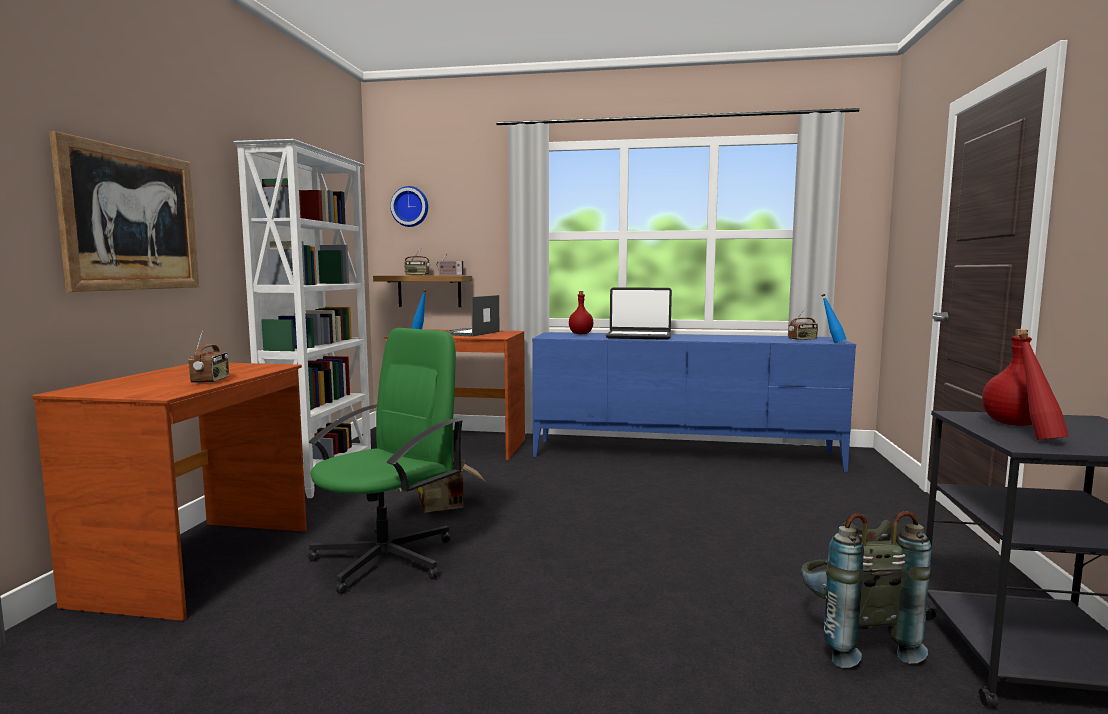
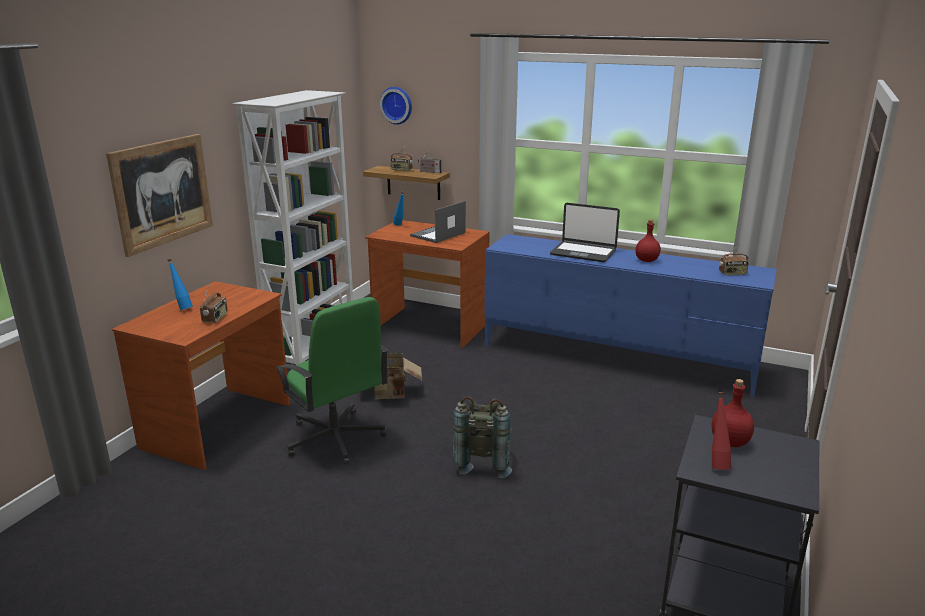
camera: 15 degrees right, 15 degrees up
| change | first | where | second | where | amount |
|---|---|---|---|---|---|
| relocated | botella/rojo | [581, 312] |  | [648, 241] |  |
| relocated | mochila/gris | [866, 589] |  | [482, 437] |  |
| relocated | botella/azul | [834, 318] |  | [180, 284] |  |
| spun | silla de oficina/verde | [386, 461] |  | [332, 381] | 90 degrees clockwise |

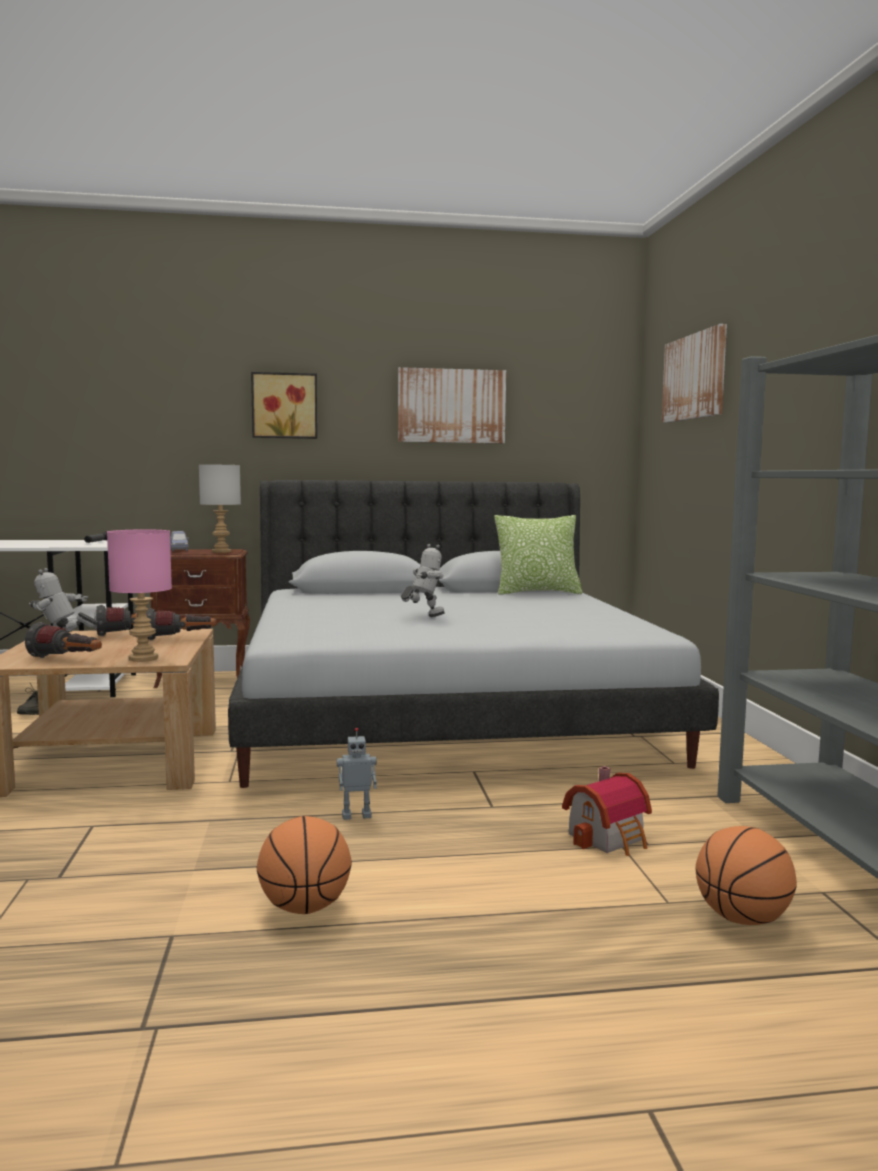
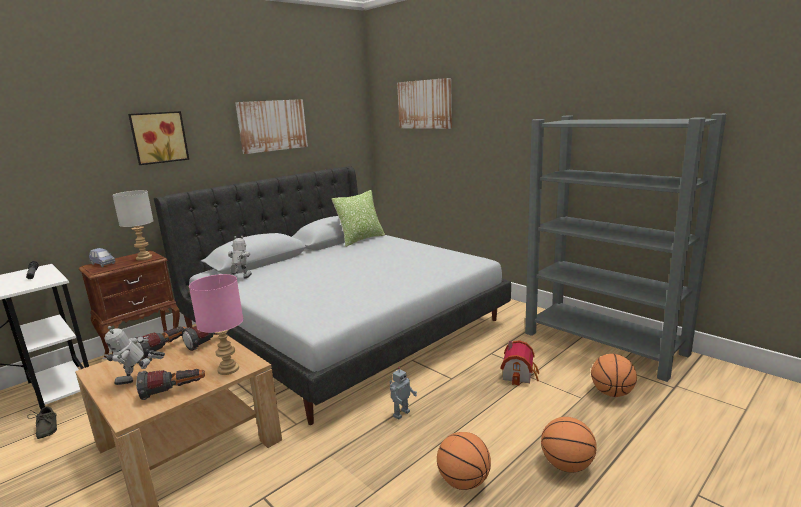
camera: 35 degrees left, 10 degrees up
| change | first | where | second | where | amount |
|---|---|---|---|---|---|
| appeared |  |  | balón de baloncesto | [569, 444] |  |
| relocated | robot de juguete | [423, 580] |  | [240, 257] |  |

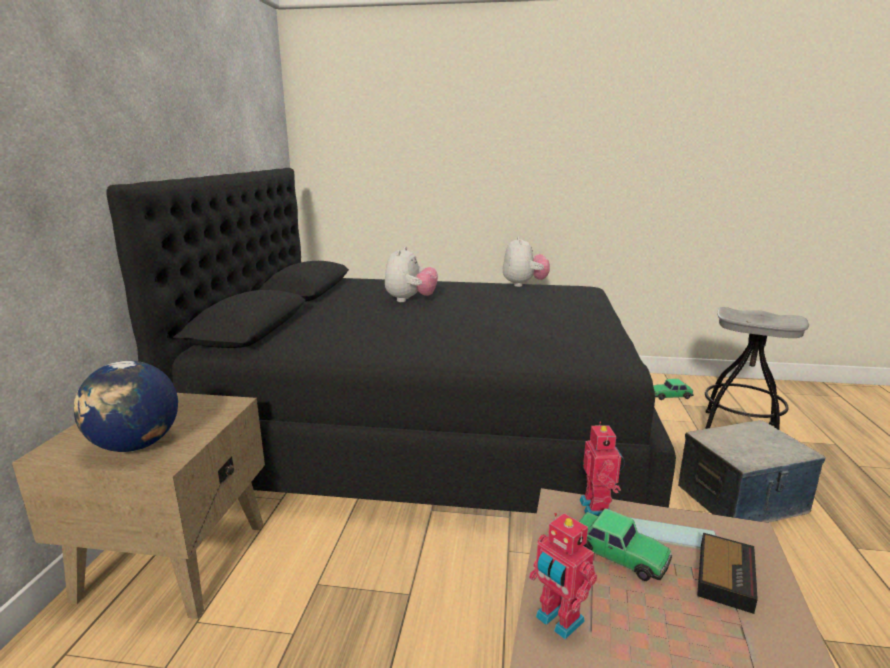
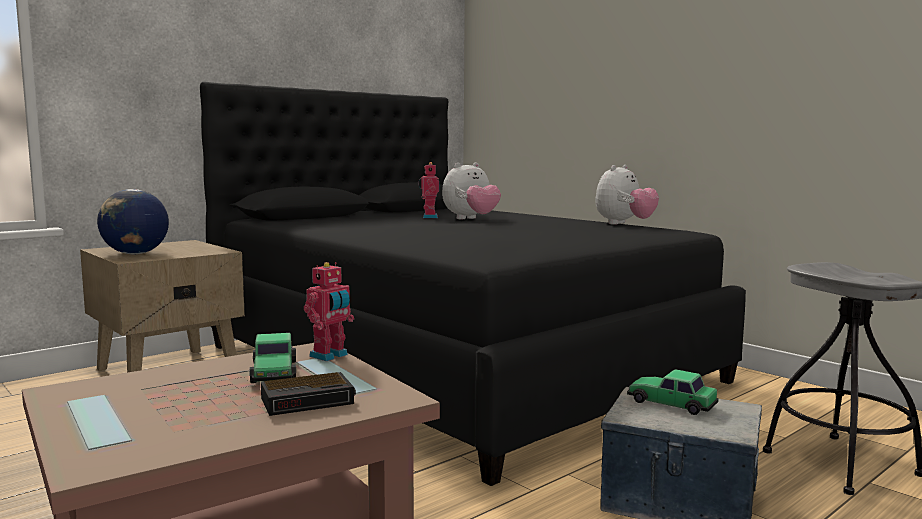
camera: 40 degrees right, 10 degrees down
| change | first | where | second | where | amount |
|---|---|---|---|---|---|
| relocated | robot de juguete | [563, 576] |  | [428, 190] |  |
| relocated | coche de juguete | [673, 389] |  | [673, 392] |  |

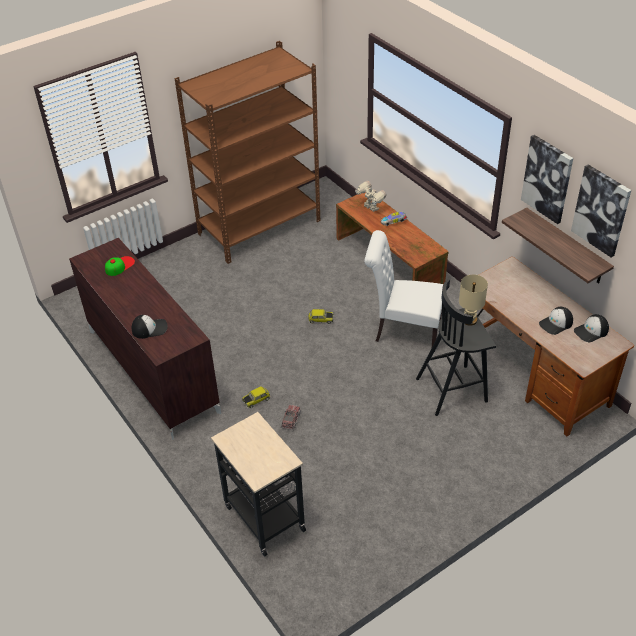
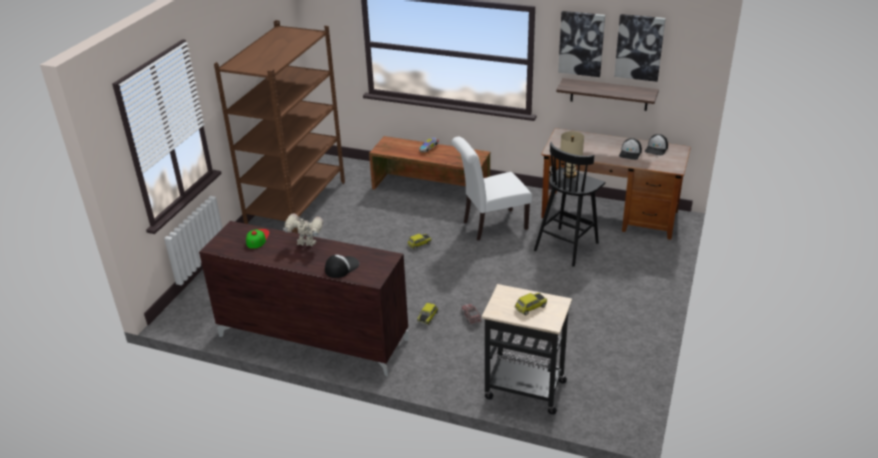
camera: 35 degrees left, 10 degrees down
| change | first | where | second | where | amount |
|---|---|---|---|---|---|
| appeared |  |  | coche de juguete | [530, 304] |  |
| relocated | robot de juguete | [371, 196] |  | [303, 229] |  |

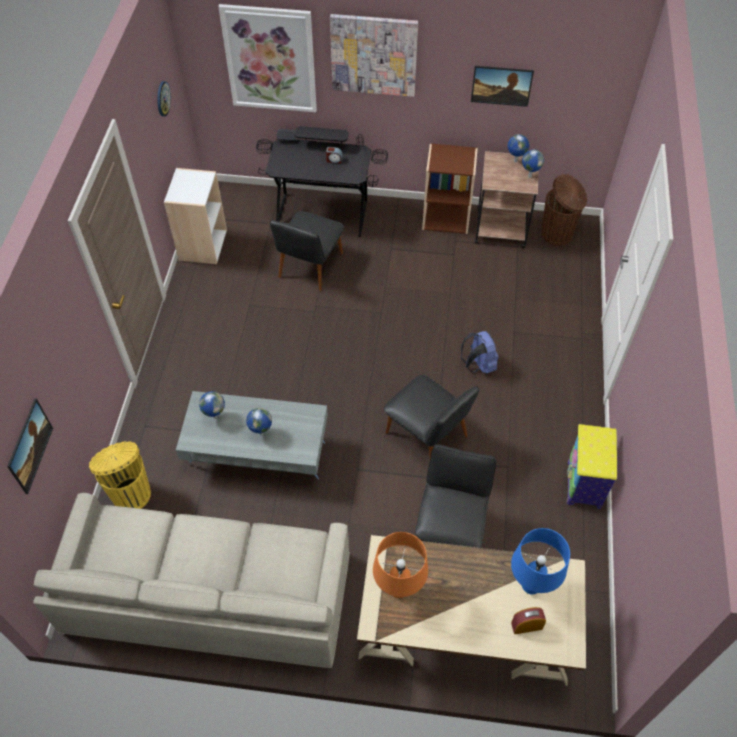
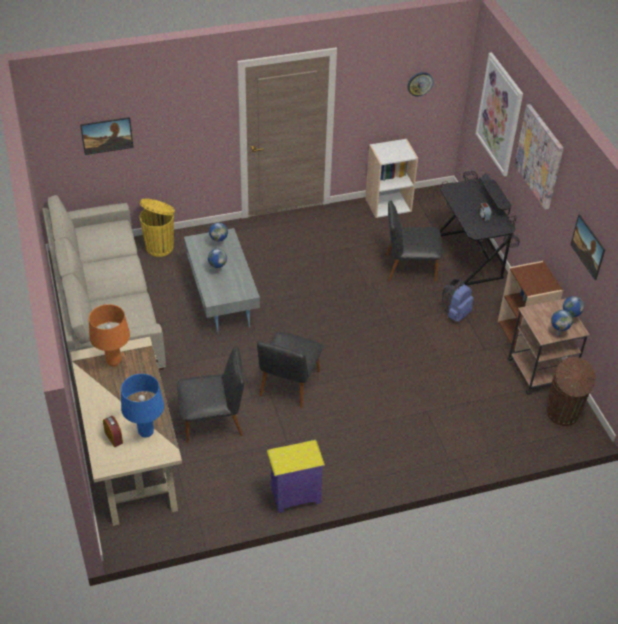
camera: 65 degrees right, 10 degrees down
| change | first | where | second | where | amount |
|---|---|---|---|---|---|
| relocated | mochila/azul | [480, 352] |  | [458, 300] |  |

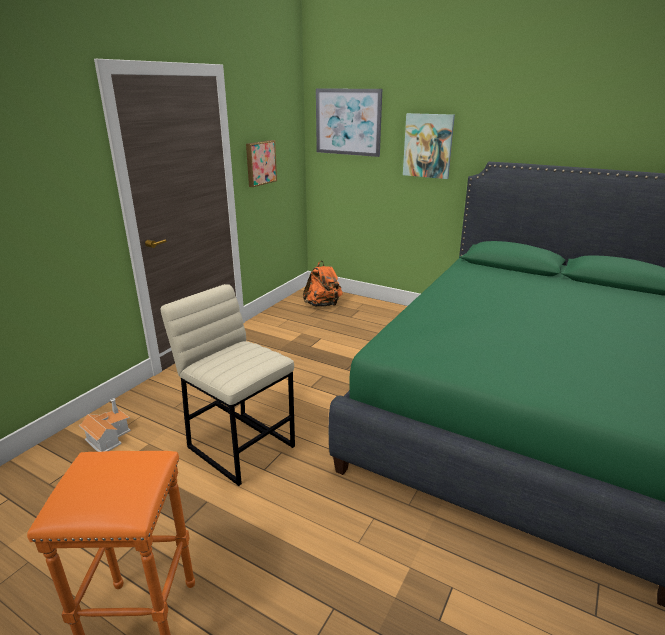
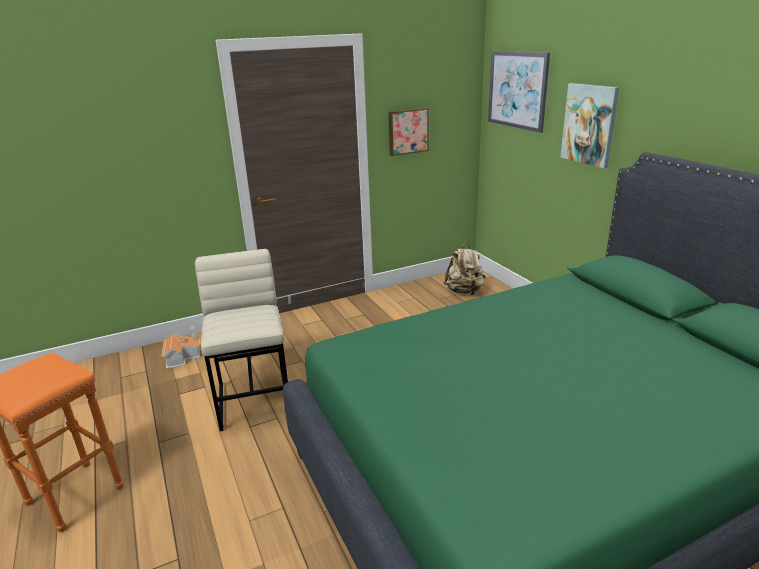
camera: 35 degrees right, 0 degrees up
| change | first | where | second | where | amount |
|---|---|---|---|---|---|
| colour | mochila/naranja | [323, 284] | mochila/beis | [464, 269] |  |

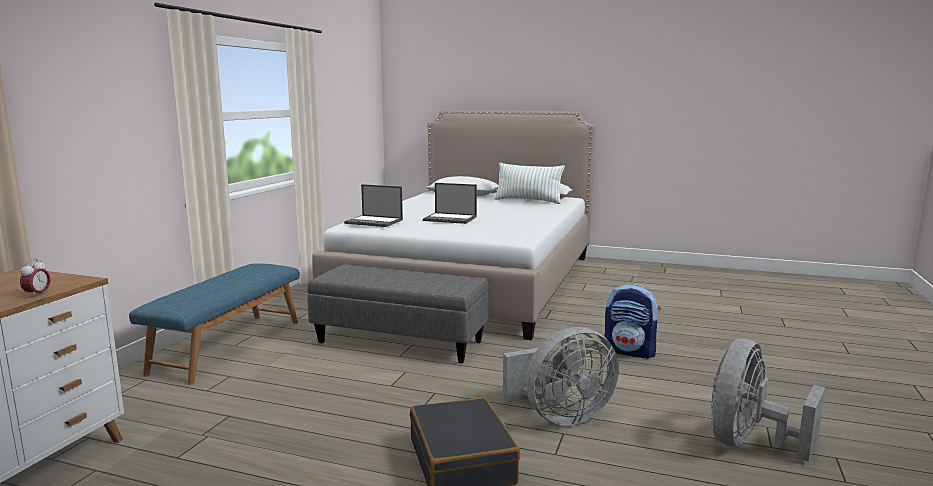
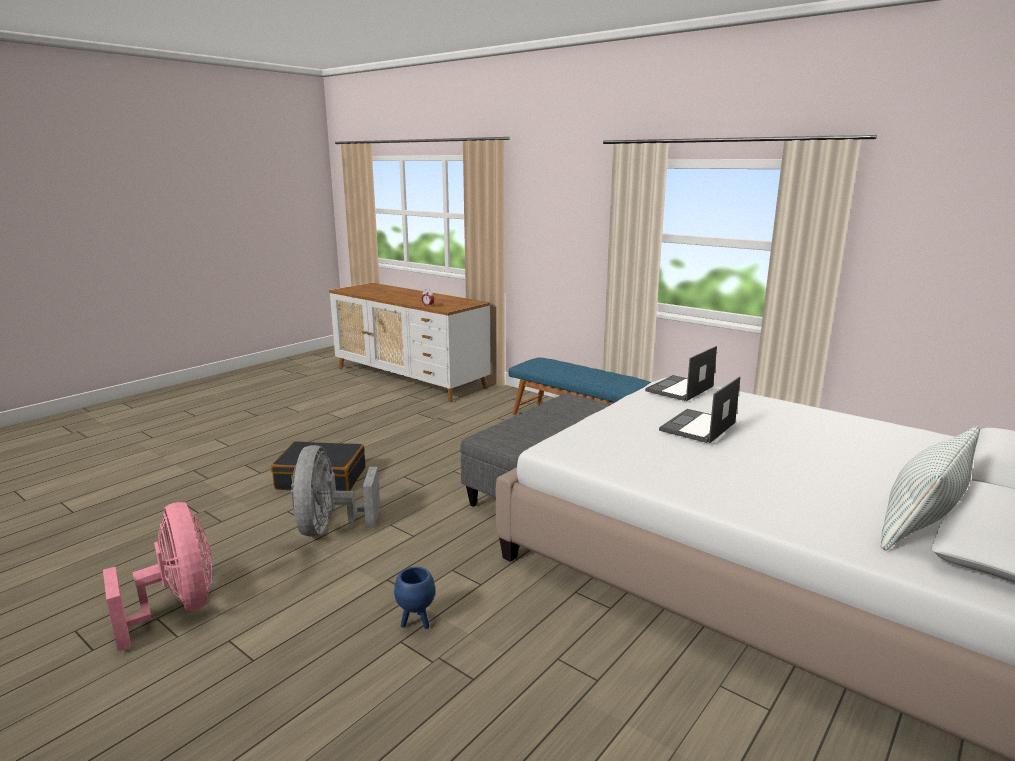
camera: 110 degrees right, 5 degrees up
| change | first | where | second | where | amount |
|---|---|---|---|---|---|
| exchanged | mochila | [632, 321] | maceta/azul | [414, 598] |  |
| colour | ventilador/gris | [767, 400] | ventilador/rosa | [157, 577] |  |

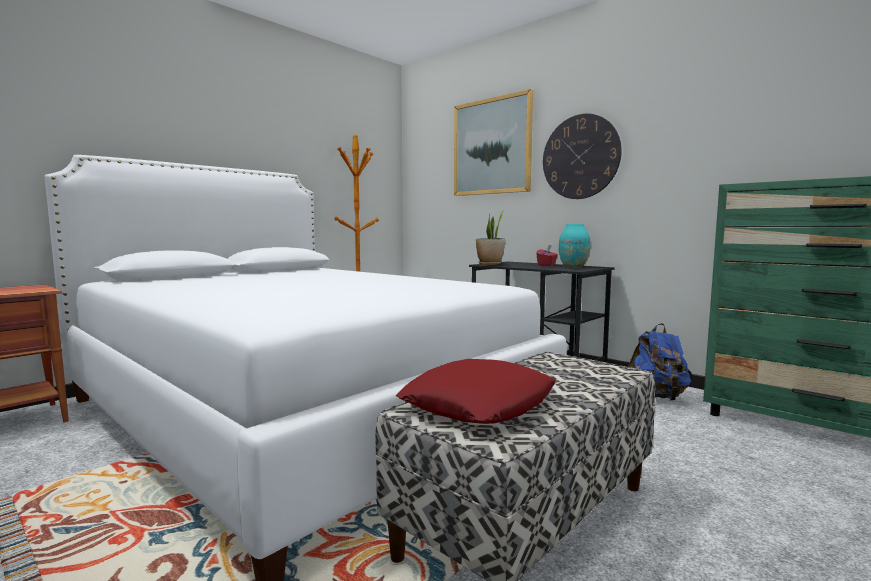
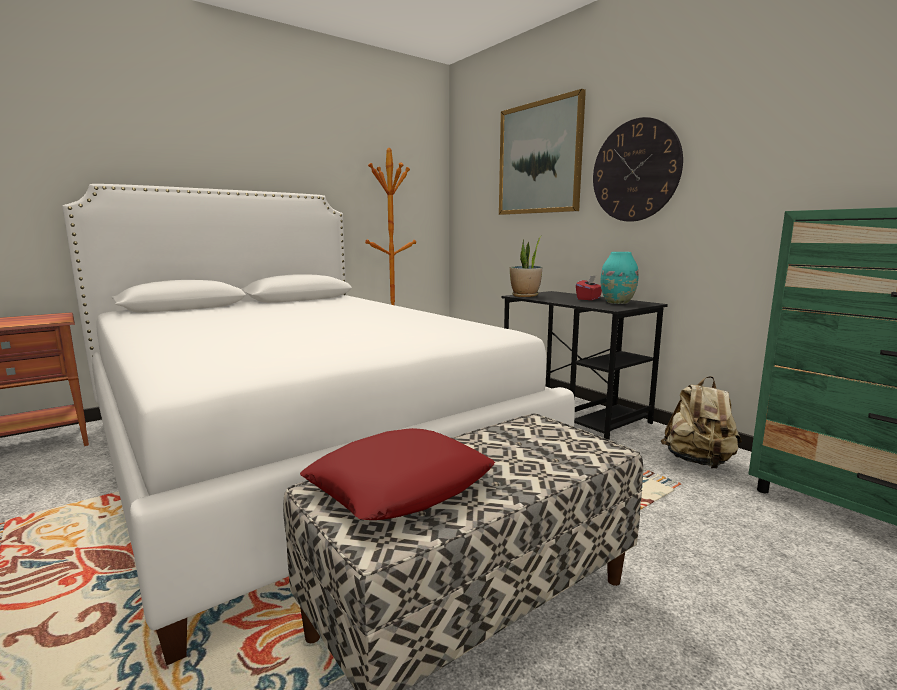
camera: 10 degrees right, 5 degrees up
| change | first | where | second | where | amount |
|---|---|---|---|---|---|
| colour | mochila/azul | [660, 361] | mochila/beis | [701, 422] |  |

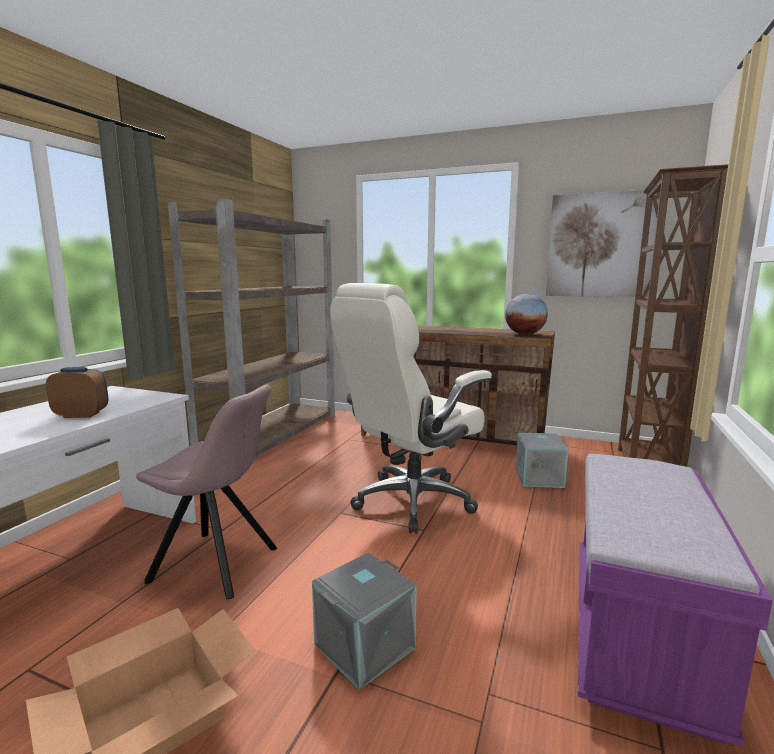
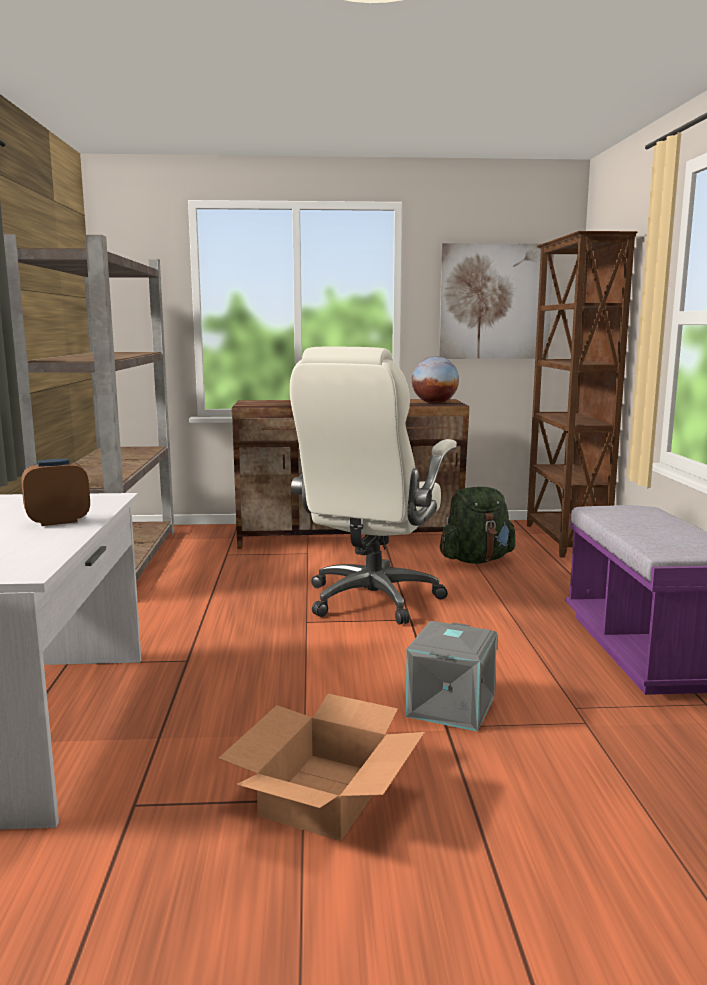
camera: 25 degrees left, 0 degrees up
| change | first | where | second | where | amount |
|---|---|---|---|---|---|
| missing | silla/rosa | [206, 491] |  |  |  |
| exchanged | caja de almacenaje/gris | [542, 460] | mochila/verde | [477, 525] |  |

